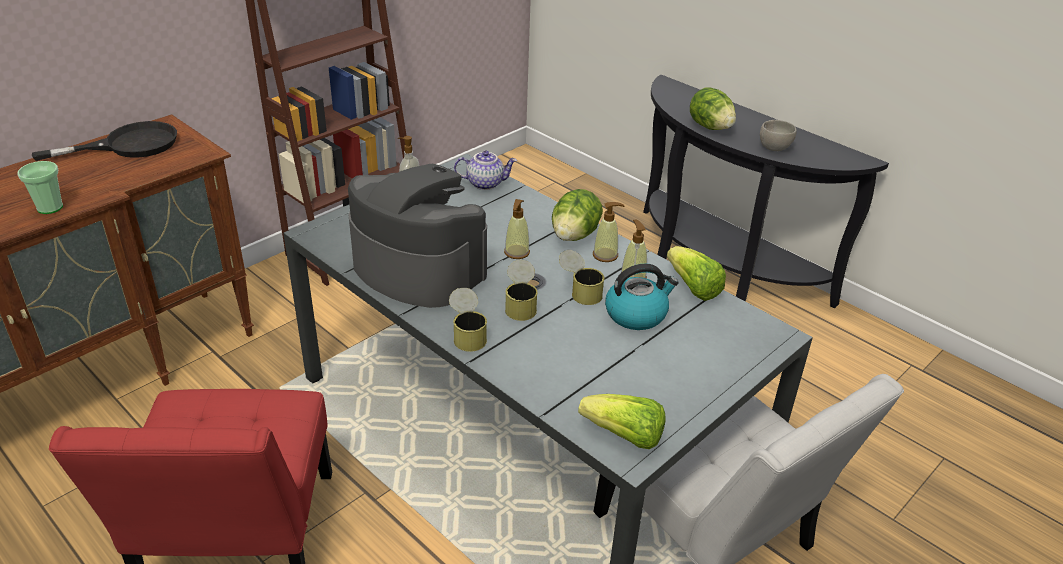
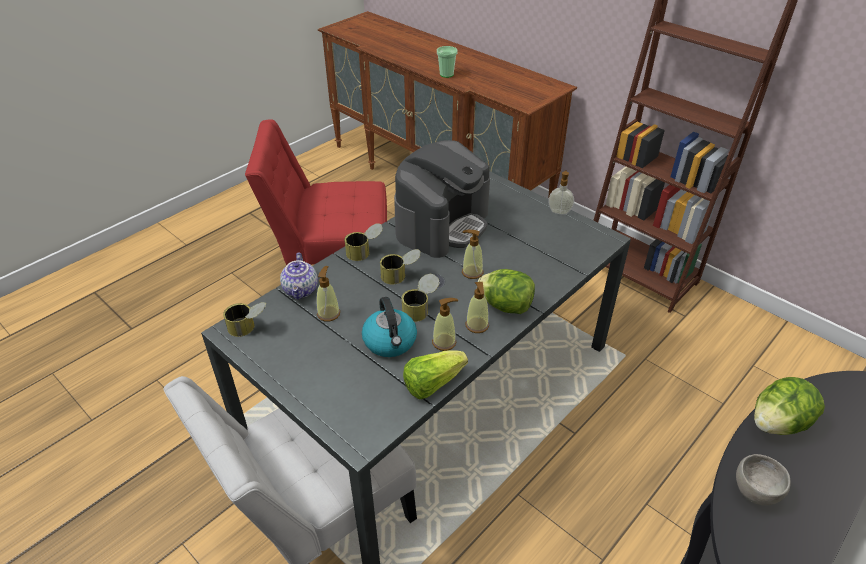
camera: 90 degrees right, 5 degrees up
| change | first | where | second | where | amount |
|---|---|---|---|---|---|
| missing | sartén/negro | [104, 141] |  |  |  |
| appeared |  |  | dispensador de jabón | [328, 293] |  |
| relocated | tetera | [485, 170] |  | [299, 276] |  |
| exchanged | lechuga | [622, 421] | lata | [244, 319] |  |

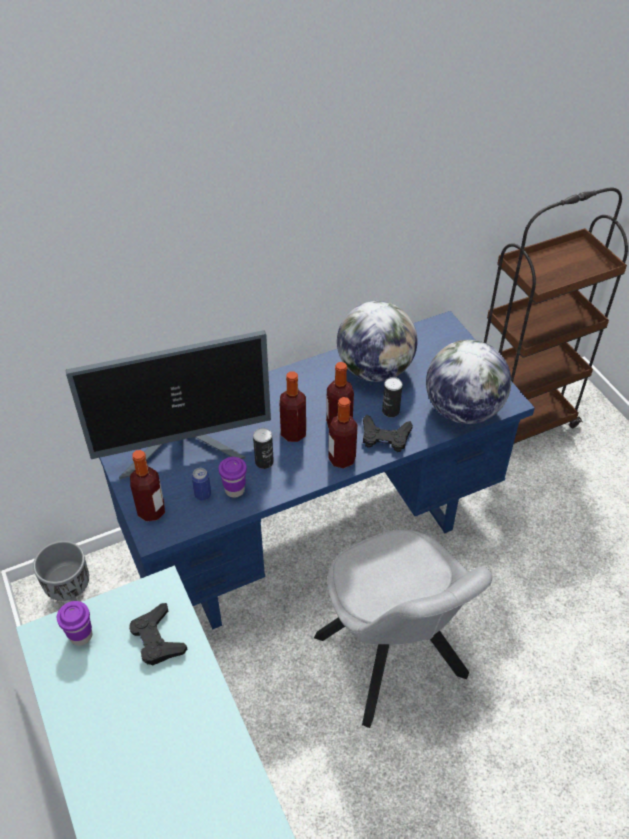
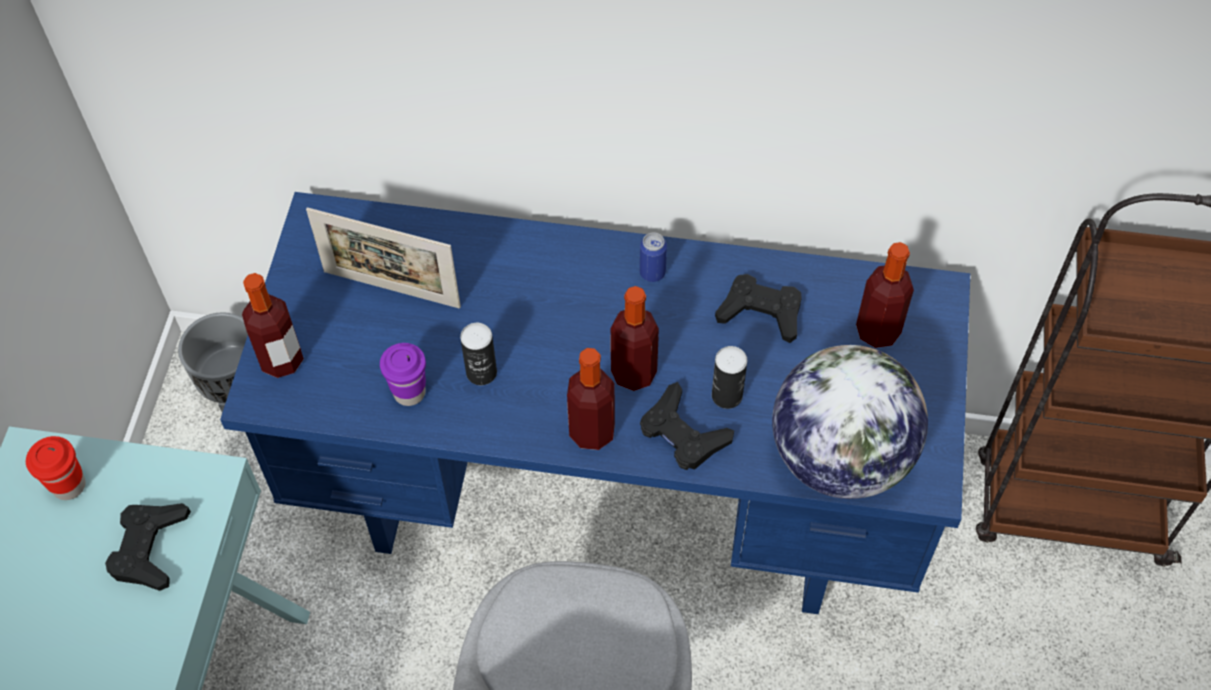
camera: 35 degrees right, 10 degrees up
| change | first | where | second | where | amount |
|---|---|---|---|---|---|
| relocated | lata | [201, 484] |  | [653, 257] |  |
| relocated | botella | [293, 406] |  | [885, 295] |  |
| exchanged | monitor | [168, 404] | portarretratos | [383, 257] |  |
| exchanged | globo terráqueo | [377, 341] | mando de consola/negro | [758, 308] |  |
| colour | taza/morado | [74, 623] | taza/rojo | [56, 468] |  |

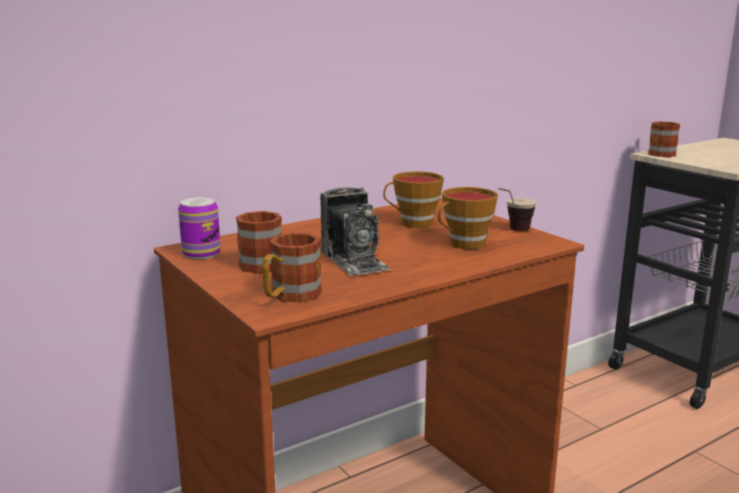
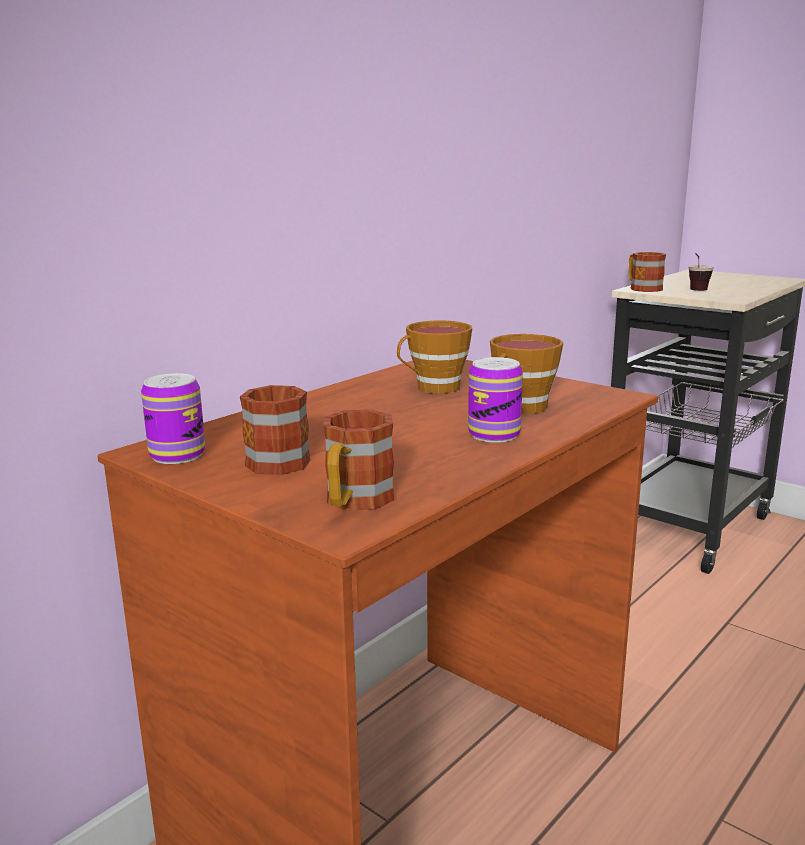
camera: 15 degrees left, 0 degrees up
| change | first | where | second | where | amount |
|---|---|---|---|---|---|
| missing | cámara | [355, 231] |  |  |  |
| appeared |  |  | lata | [495, 400] |  |
| relocated | taza | [517, 209] |  | [701, 272] |  |

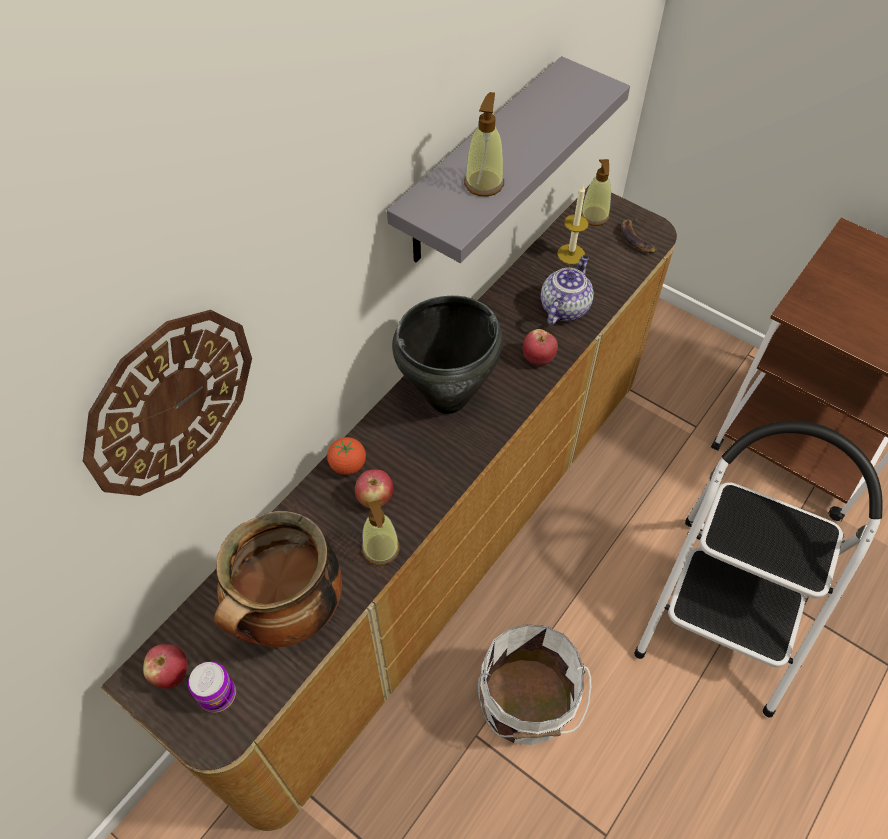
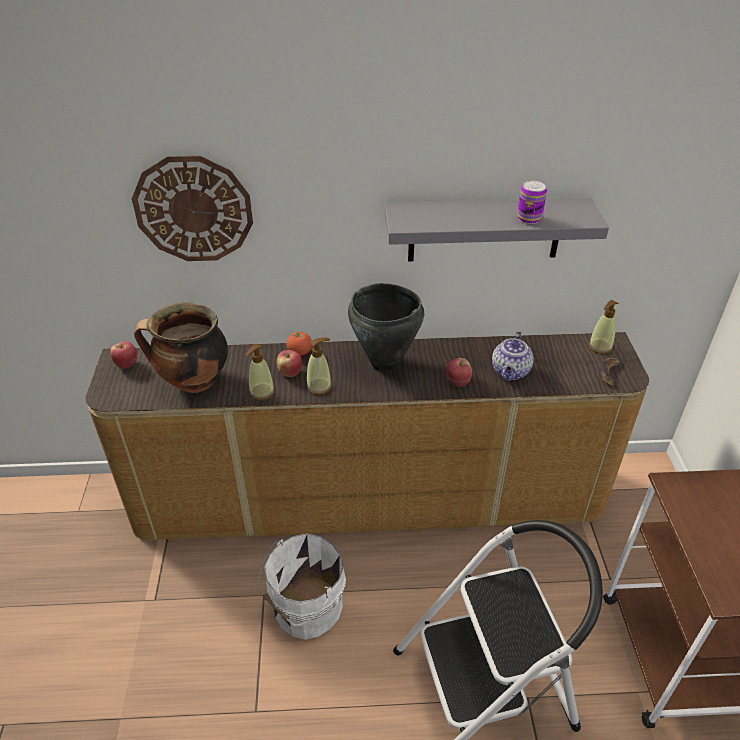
camera: 50 degrees right, 15 degrees down
| change | first | where | second | where | amount |
|---|---|---|---|---|---|
| missing | vela | [573, 224] |  |  |  |
| relocated | lata | [212, 687] |  | [532, 202] |  |
| relocated | dispensador de jabón | [484, 144] |  | [319, 366] |  |
| spun | tetera | [567, 290] |  | [513, 356] | 120 degrees clockwise |

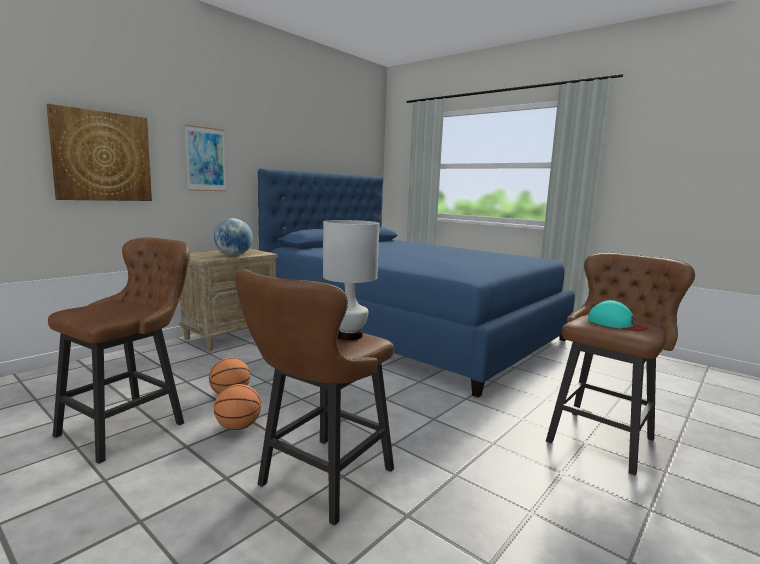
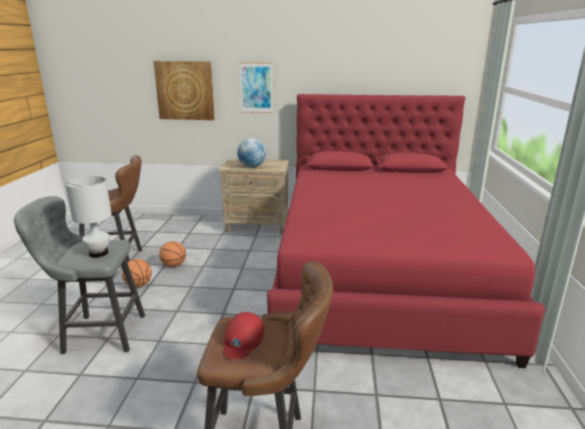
camera: 55 degrees right, 10 degrees up
| change | first | where | second | where | amount |
|---|---|---|---|---|---|
| colour | taburete/marrón | [314, 397] | taburete/gris | [79, 275] |  |
| colour | cama/azul | [416, 282] | cama/rojo | [406, 231] |  |
| colour | gorra/turquesa | [618, 315] | gorra/rojo | [243, 335] |  |

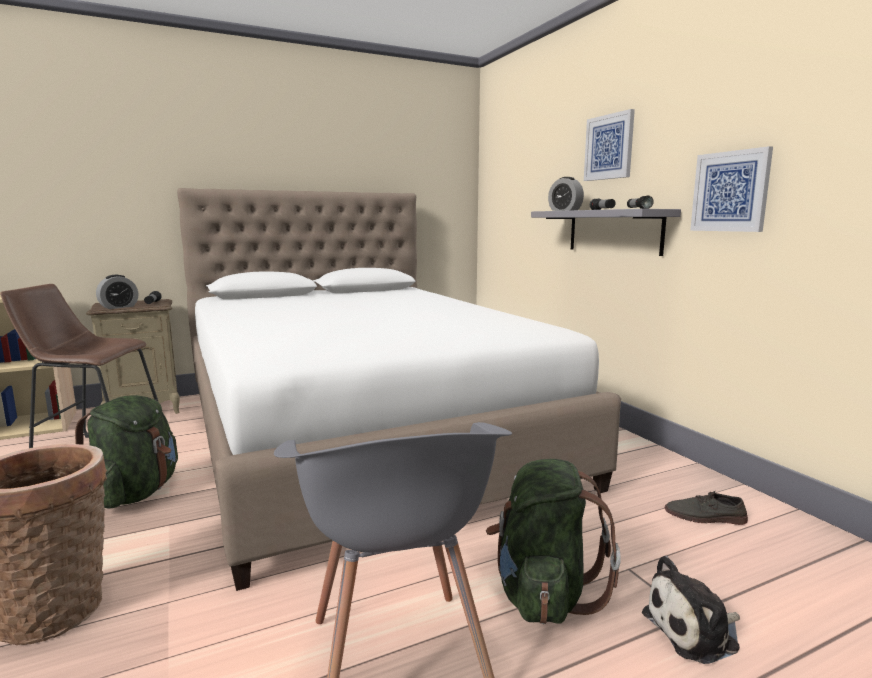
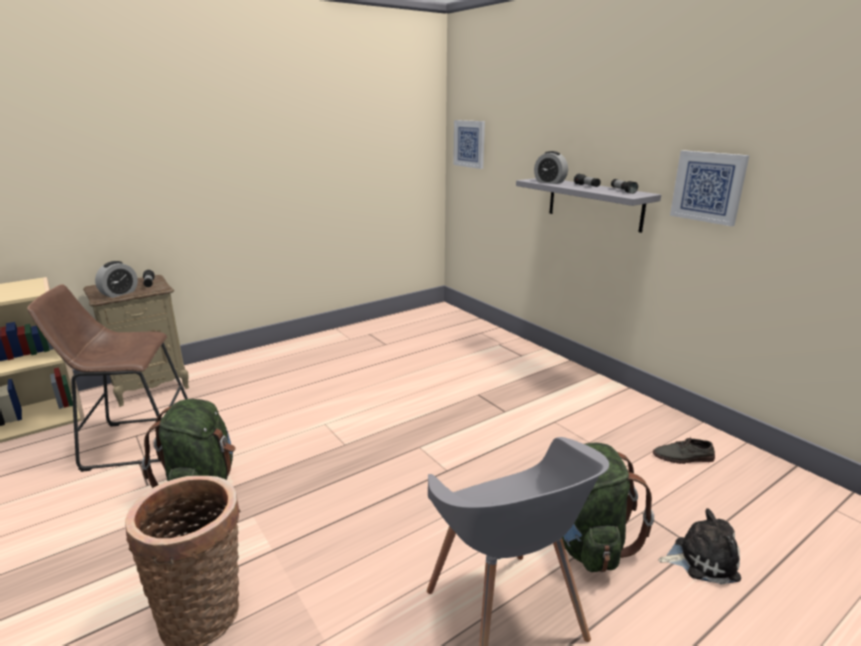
camera: 10 degrees left, 10 degrees up
| change | first | where | second | where | amount |
|---|---|---|---|---|---|
| missing | cama/blanco | [399, 389] |  |  |  |
| relocated | cuadro | [609, 145] |  | [469, 144] |  |
| spun | peluche | [691, 610] |  | [699, 546] | 150 degrees counterclockwise |

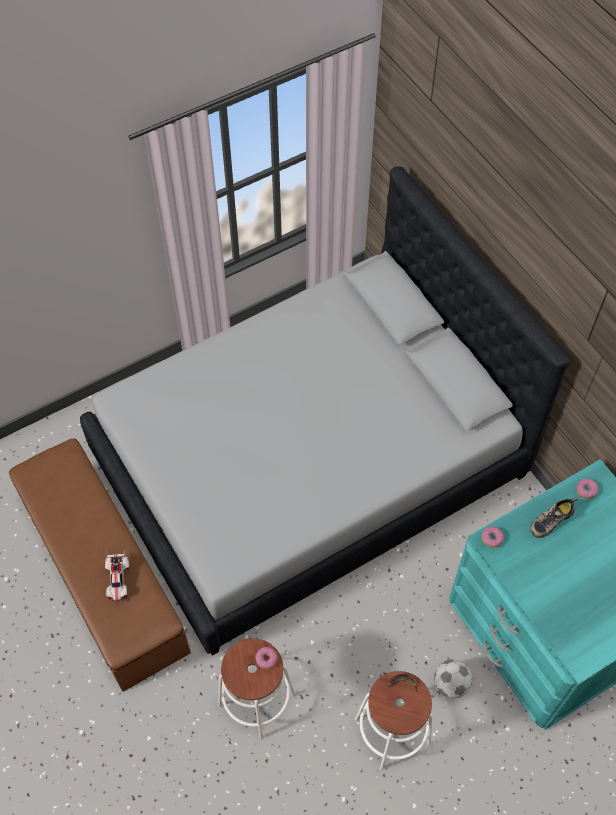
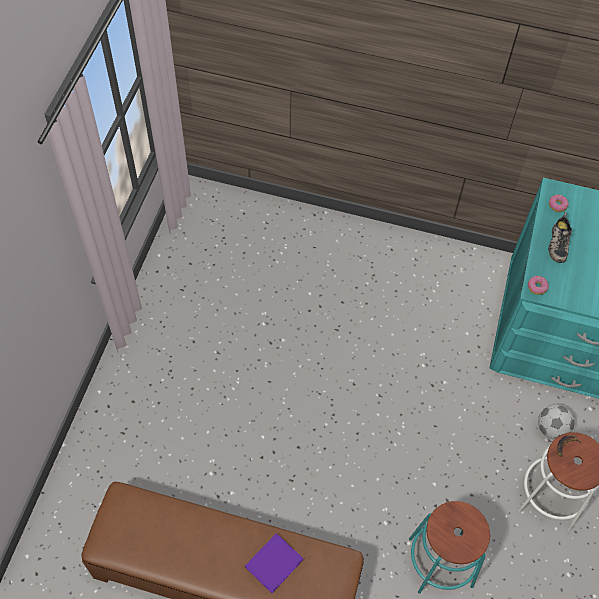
camera: 45 degrees left, 0 degrees up
| change | first | where | second | where | amount |
|---|---|---|---|---|---|
| missing | cama/gris | [325, 411] |  |  |  |
| missing | rosquilla | [266, 658] |  |  |  |
| exchanged | coche de juguete | [117, 575] | libro/morado | [274, 563] |  |
| colour | taburete/blanco | [256, 688] | taburete/turquesa | [449, 547] |  |

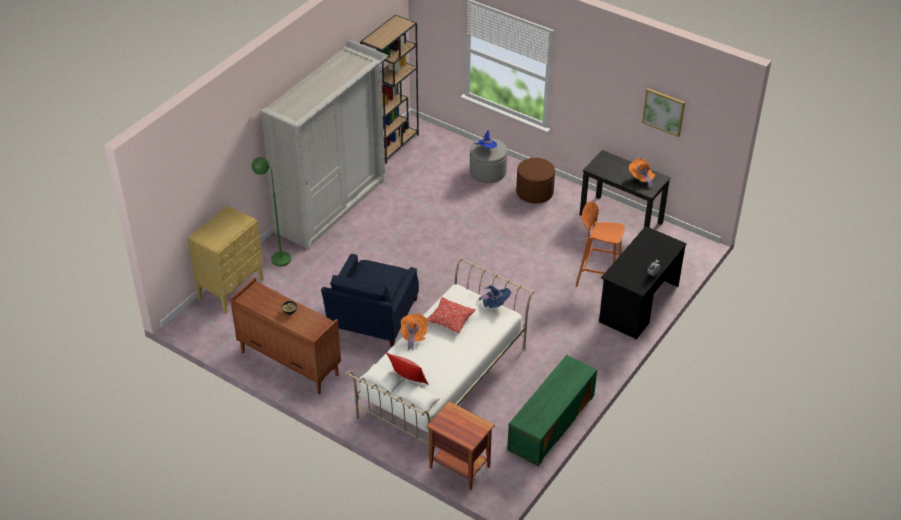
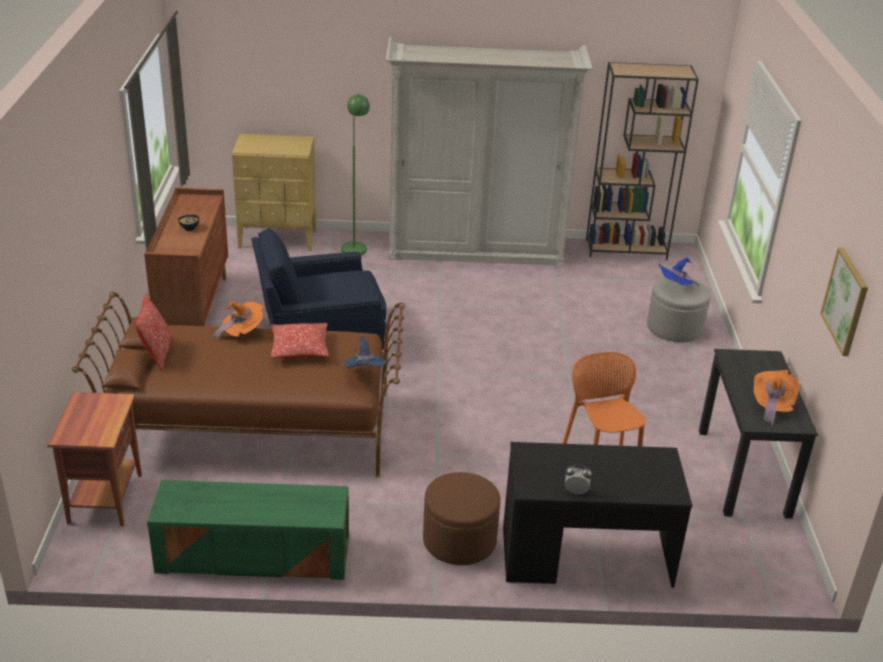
camera: 55 degrees right, 10 degrees down
| change | first | where | second | where | amount |
|---|---|---|---|---|---|
| relocated | puf/marrón | [535, 181] |  | [461, 518] |  |
| colour | cama/blanco | [440, 358] | cama/marrón | [238, 384] |  |

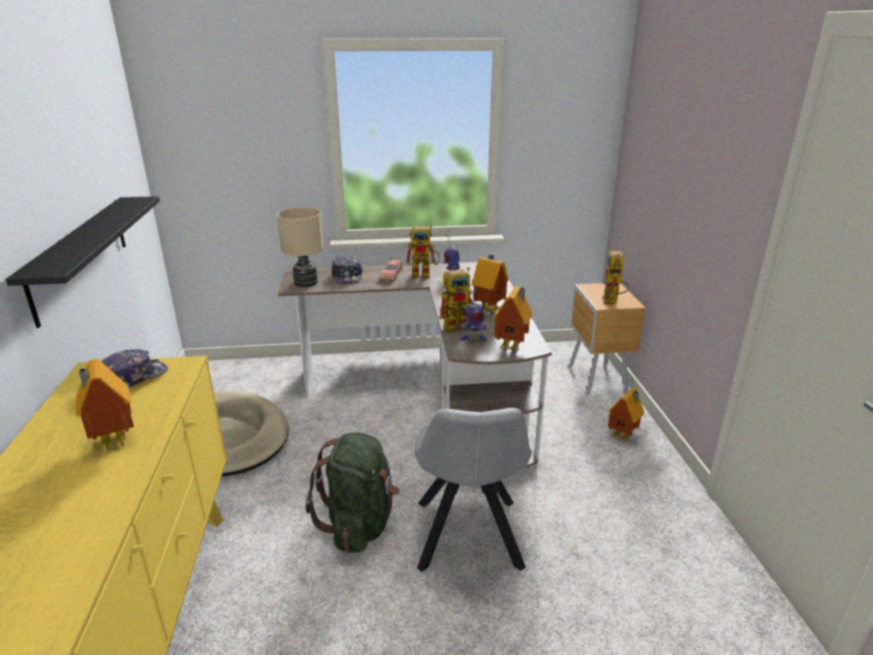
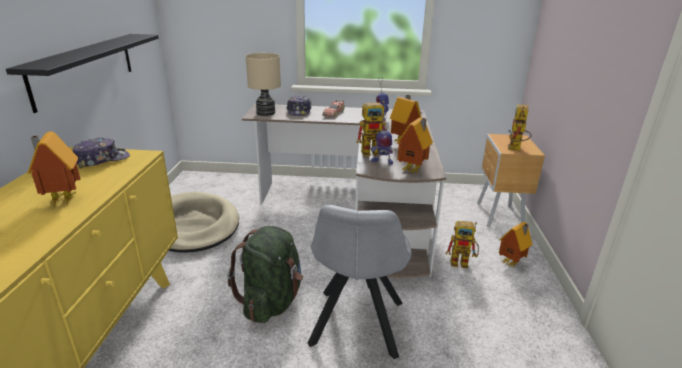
camera: 10 degrees right, 0 degrees up
| change | first | where | second | where | amount |
|---|---|---|---|---|---|
| relocated | robot de juguete | [422, 252] |  | [462, 244] |  |

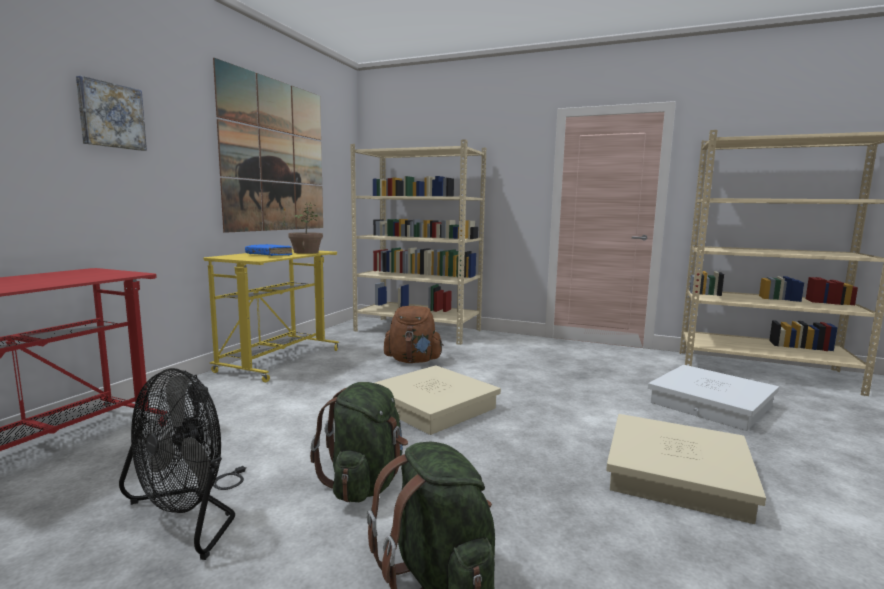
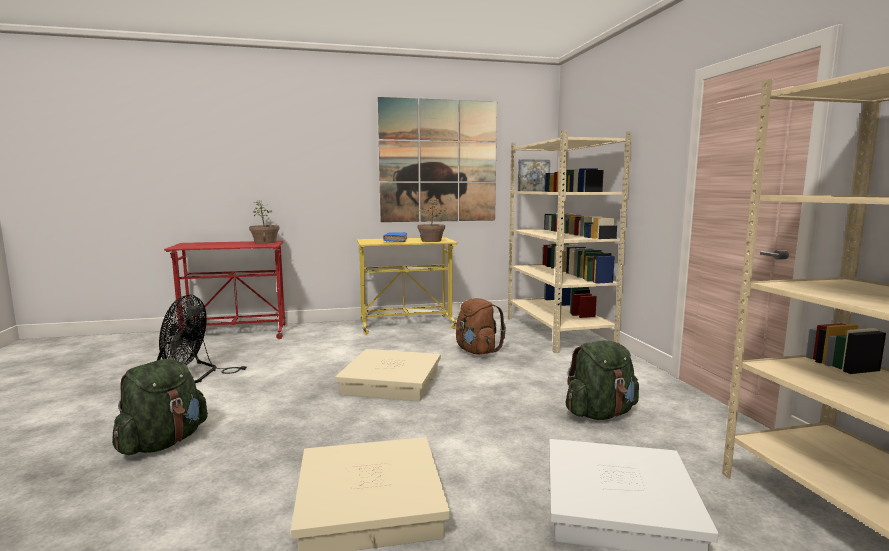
camera: 55 degrees right, 0 degrees up
| change | first | where | second | where | amount |
|---|---|---|---|---|---|
| appeared |  |  | planta en maceta | [264, 222] |  |
| relocated | cuadro | [111, 113] |  | [534, 175] |  |
| relocated | mochila/verde | [359, 442] |  | [602, 380] |  |

